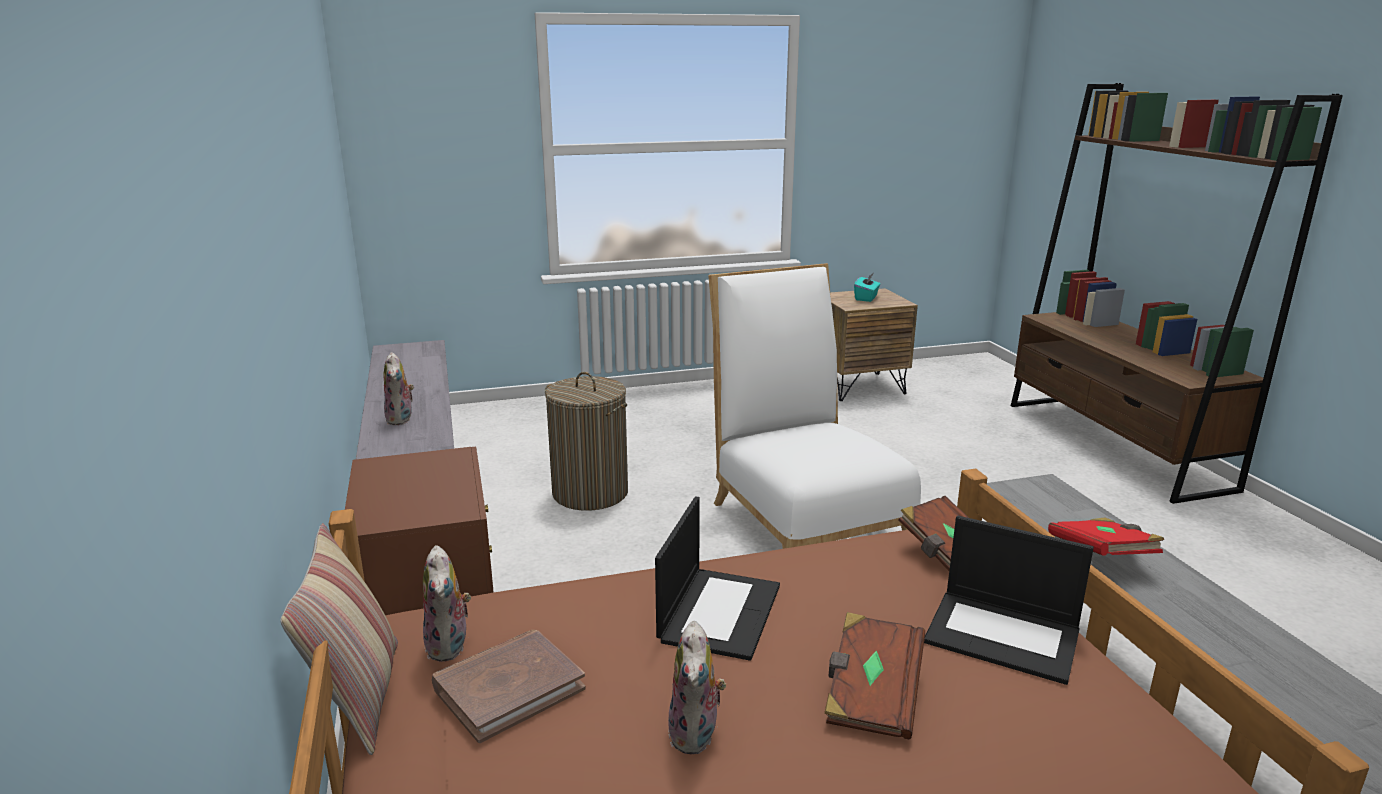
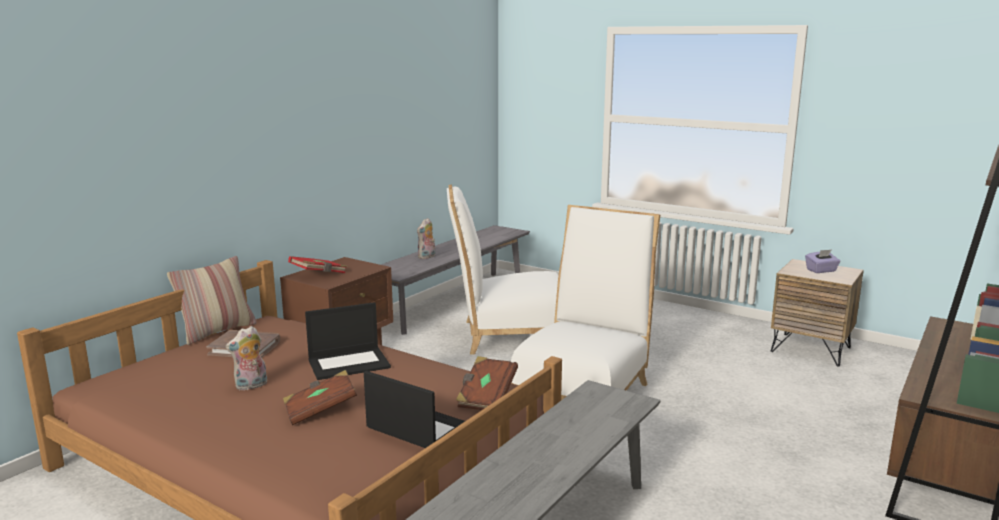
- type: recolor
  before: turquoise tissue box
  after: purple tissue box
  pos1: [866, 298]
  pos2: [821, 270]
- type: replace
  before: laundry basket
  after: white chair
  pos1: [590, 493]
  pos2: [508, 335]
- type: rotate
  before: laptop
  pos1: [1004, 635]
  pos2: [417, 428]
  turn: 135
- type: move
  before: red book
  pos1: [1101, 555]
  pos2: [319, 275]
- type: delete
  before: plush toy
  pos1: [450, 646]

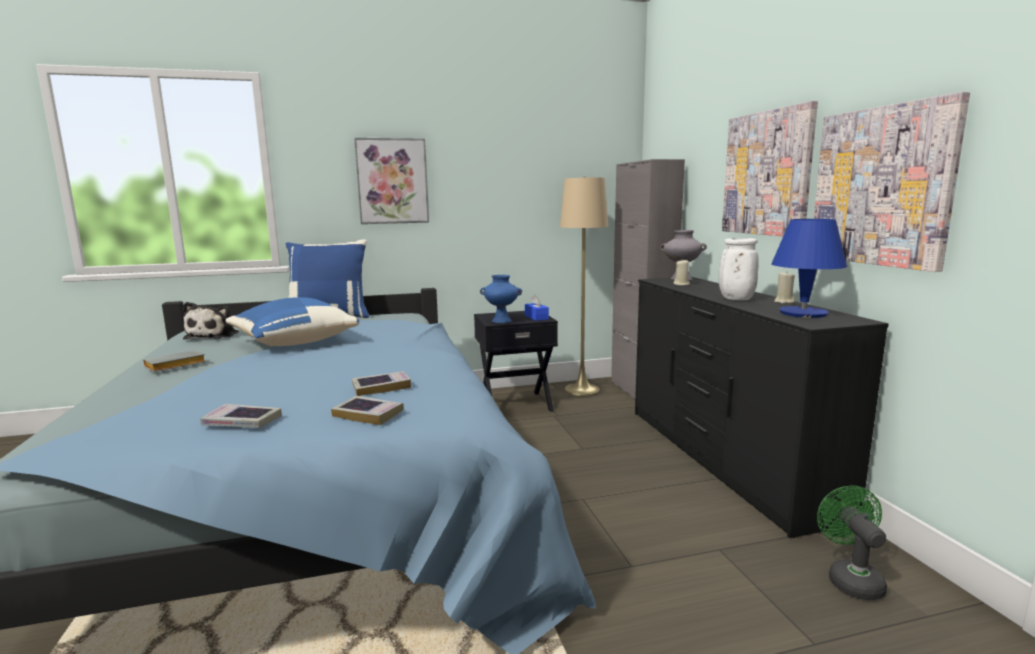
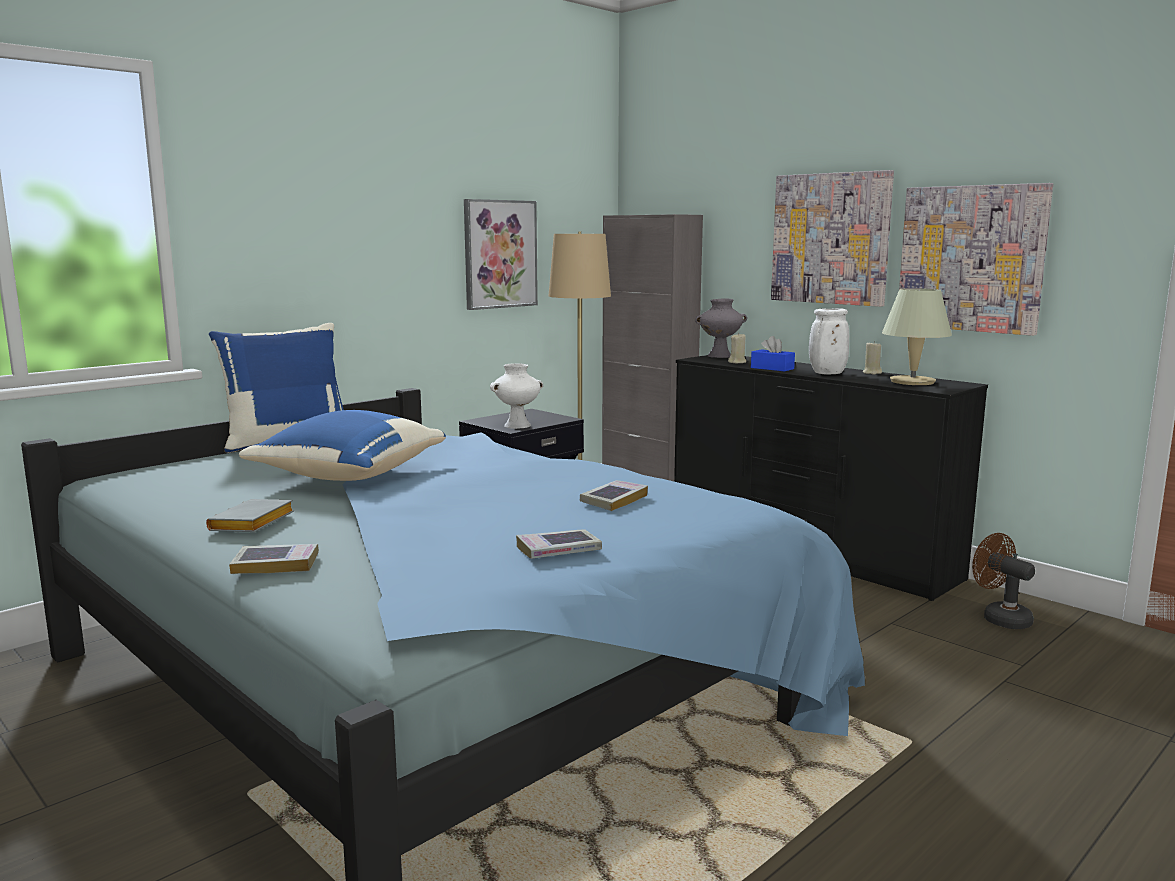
- type: move
  before: picture
  pos1: [392, 181]
  pos2: [499, 254]
- type: recolor
  before: blue table lamp
  after: beige table lamp
  pos1: [803, 313]
  pos2: [912, 381]
- type: recolor
  before: blue vase
  after: white vase
  pos1: [502, 321]
  pos2: [517, 425]
- type: move
  before: blue tissue box
  pos1: [536, 317]
  pos2: [772, 368]
- type: delete
  before: plush toy
  pos1: [214, 335]
- type: move
  before: book
  pos1: [368, 415]
  pos2: [276, 564]
- type: recolor
  before: green fan
  after: brown fan
  pos1: [850, 578]
  pos2: [1000, 618]

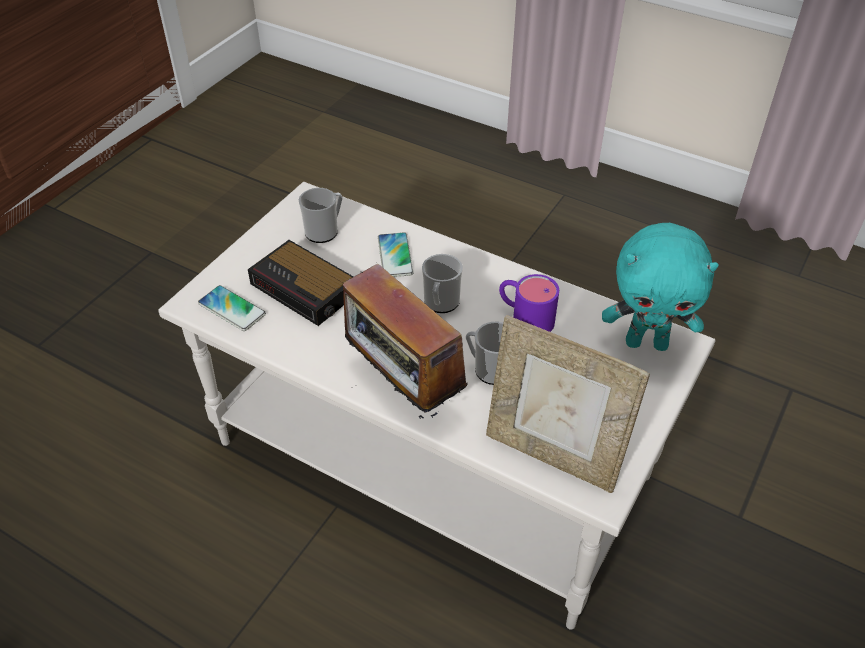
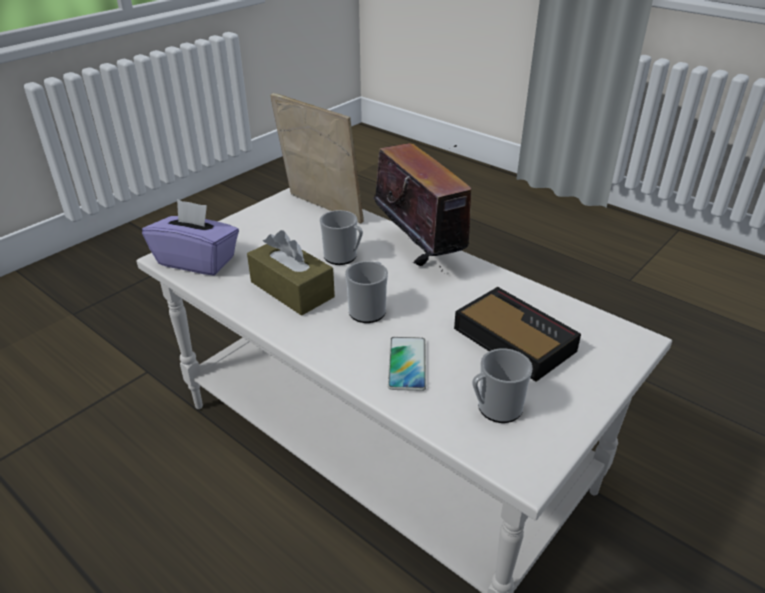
- type: replace
  before: turquoise plush toy
  after: purple tissue box
  pos1: [647, 342]
  pos2: [197, 260]
- type: replace
  before: purple mug
  after: brown tissue box
  pos1: [524, 317]
  pos2: [292, 289]
- type: delete
  before: phone
  pos1: [232, 309]

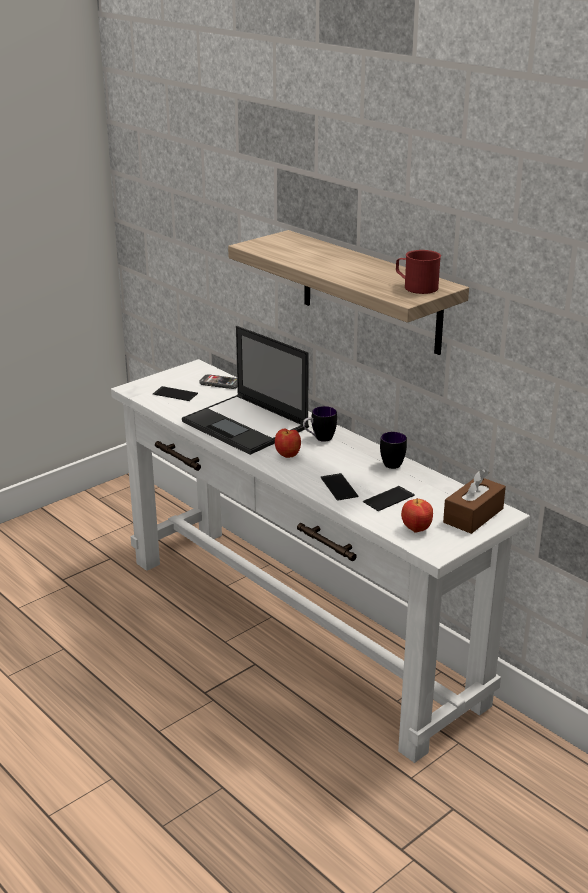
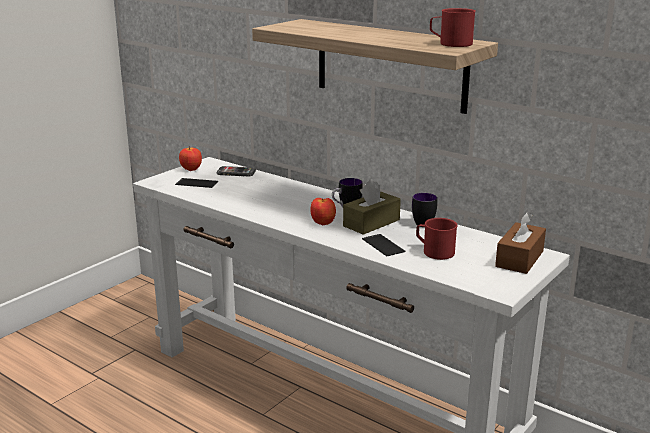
- type: delete
  before: laptop
  pos1: [246, 425]
- type: replace
  before: phone
  after: red mug
  pos1: [388, 499]
  pos2: [434, 251]
- type: move
  before: apple
  pos1: [416, 529]
  pos2: [191, 170]
- type: insert
  after: brown tissue box
  pos2: [371, 223]

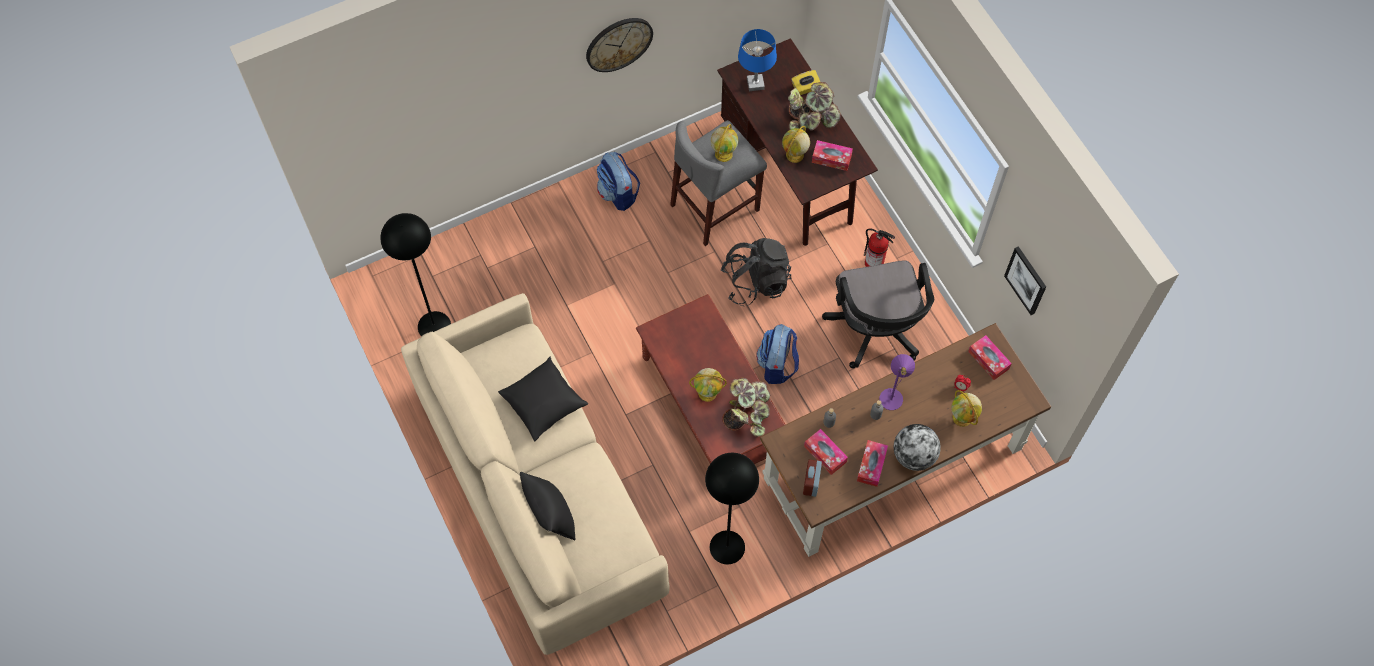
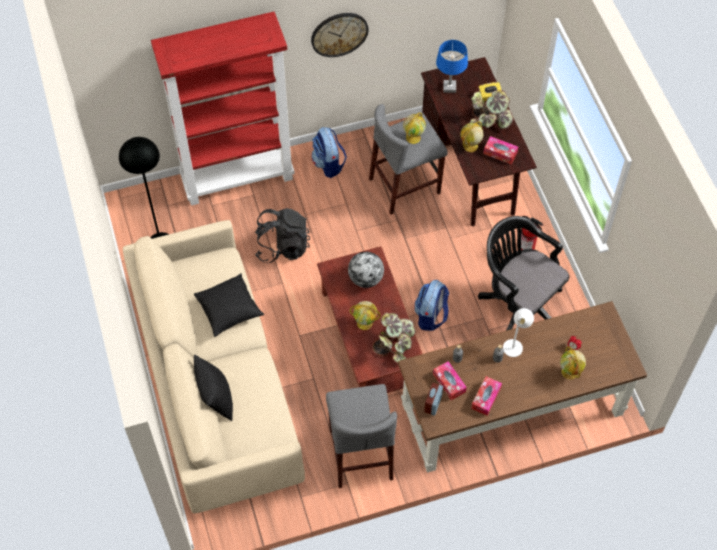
- type: move
  before: black backpack
  pos1: [756, 282]
  pos2: [282, 246]
- type: delete
  before: picture
  pos1: [1026, 280]
- type: rotate
  before: black office chair
  pos1: [876, 332]
  pos2: [518, 302]
  turn: 135
- type: delete
  before: tissue box
  pos1: [988, 360]
- type: recolor
  before: purple table lamp
  after: white table lamp
  pos1: [893, 395]
  pos2: [515, 345]
- type: move
  before: globe
  pos1: [914, 455]
  pos2: [366, 279]
- type: replace
  before: black floor lamp
  after: grey stool
  pos1: [727, 547]
  pos2: [361, 454]
- type: insert
  after: red bookcase
  pos2: [238, 178]

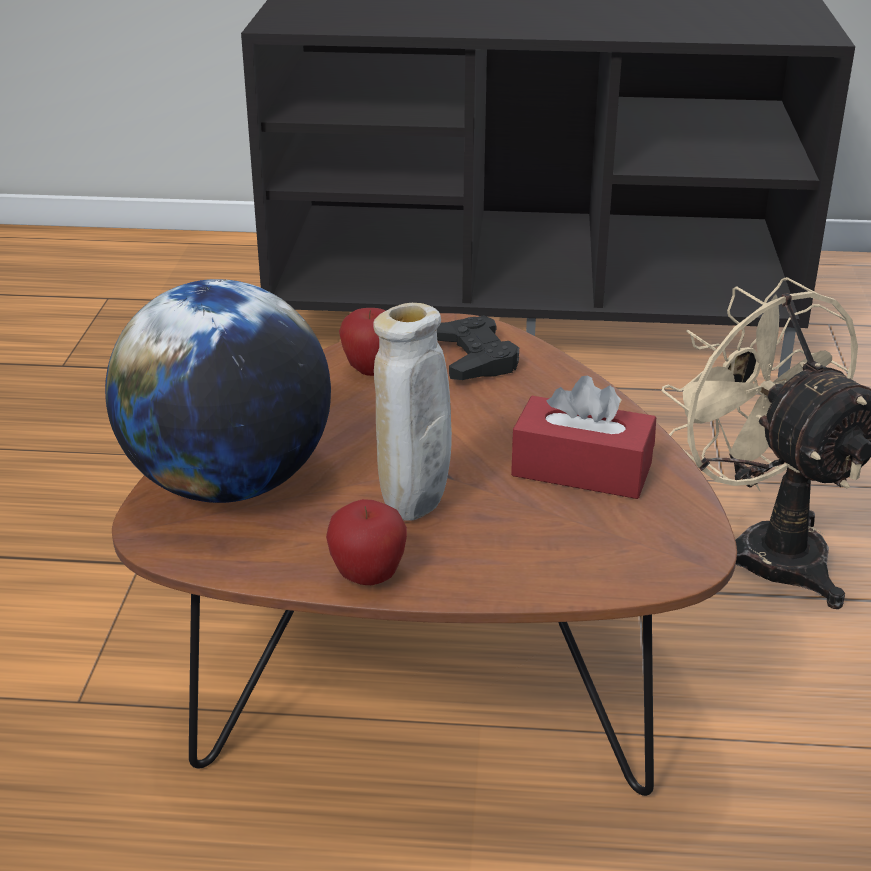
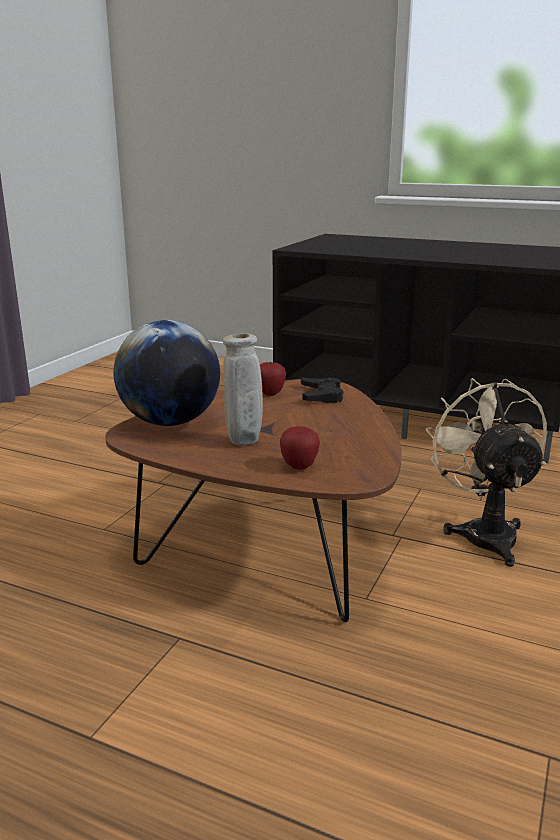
- type: delete
  before: red tissue box
  pos1: [581, 470]
- type: move
  before: apple
  pos1: [368, 577]
  pos2: [299, 467]

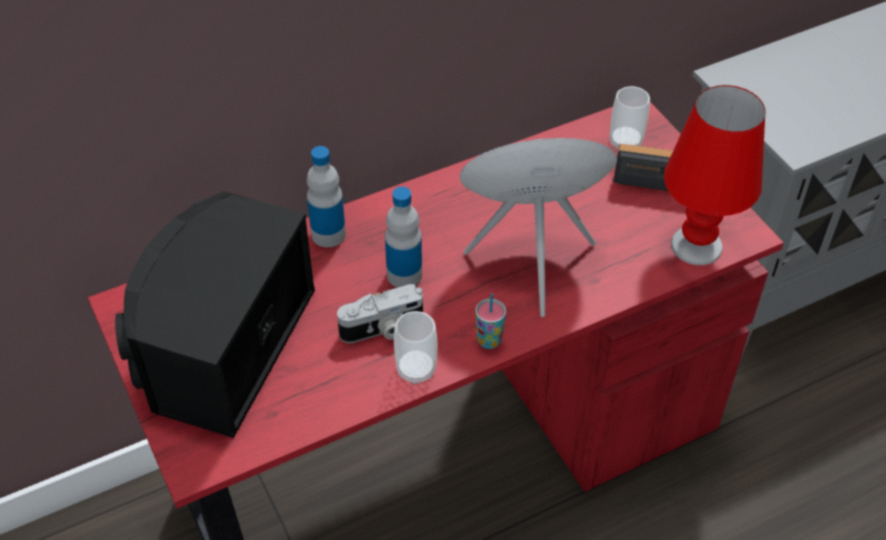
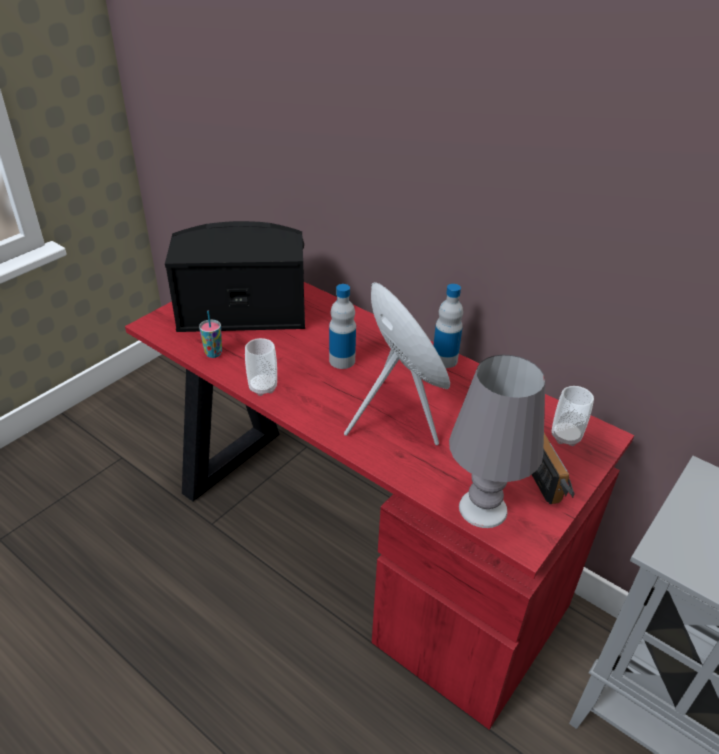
- type: recolor
  before: red table lamp
  after: grey table lamp
  pos1: [697, 246]
  pos2: [482, 509]
- type: move
  before: bottle
  pos1: [328, 234]
  pos2: [444, 360]
- type: delete
  before: photo camera
  pos1: [383, 329]
- type: move
  before: cup
  pos1: [489, 341]
  pos2: [213, 353]

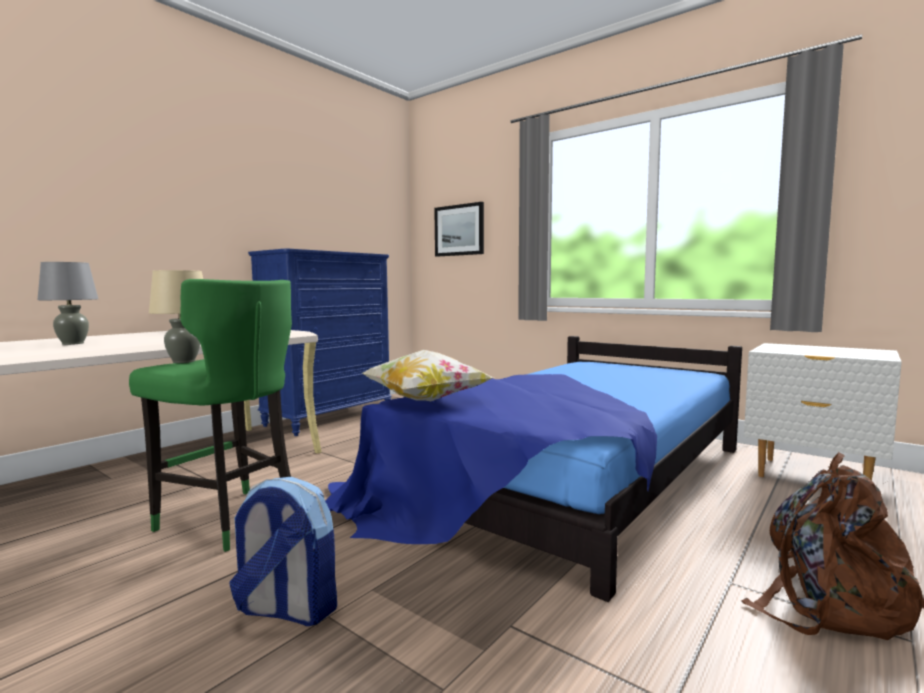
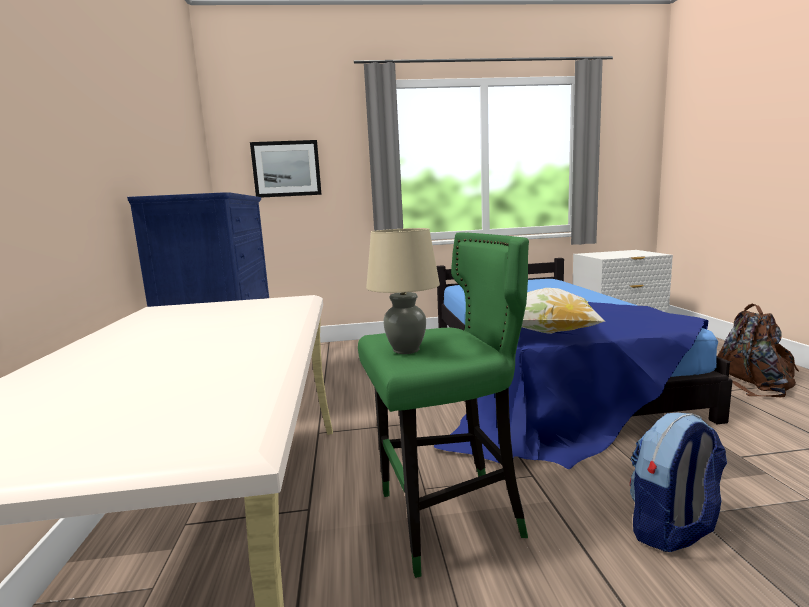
- type: delete
  before: grey table lamp
  pos1: [72, 343]

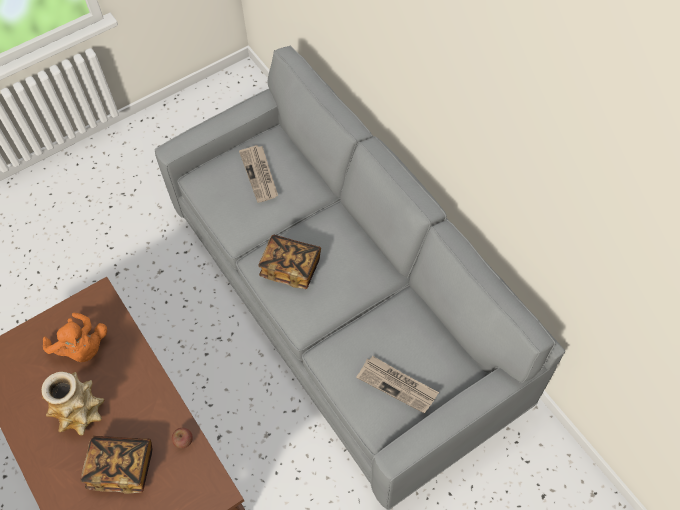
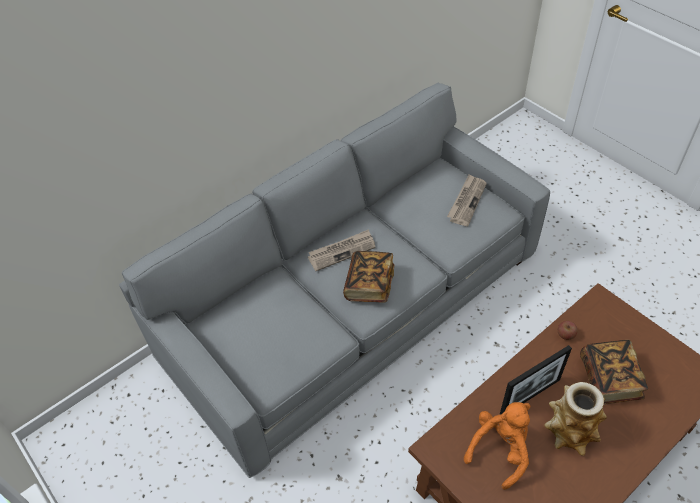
- type: move
  before: newspaper
  pos1: [260, 175]
  pos2: [342, 251]
- type: insert
  after: picture frame
  pos2: [530, 396]

